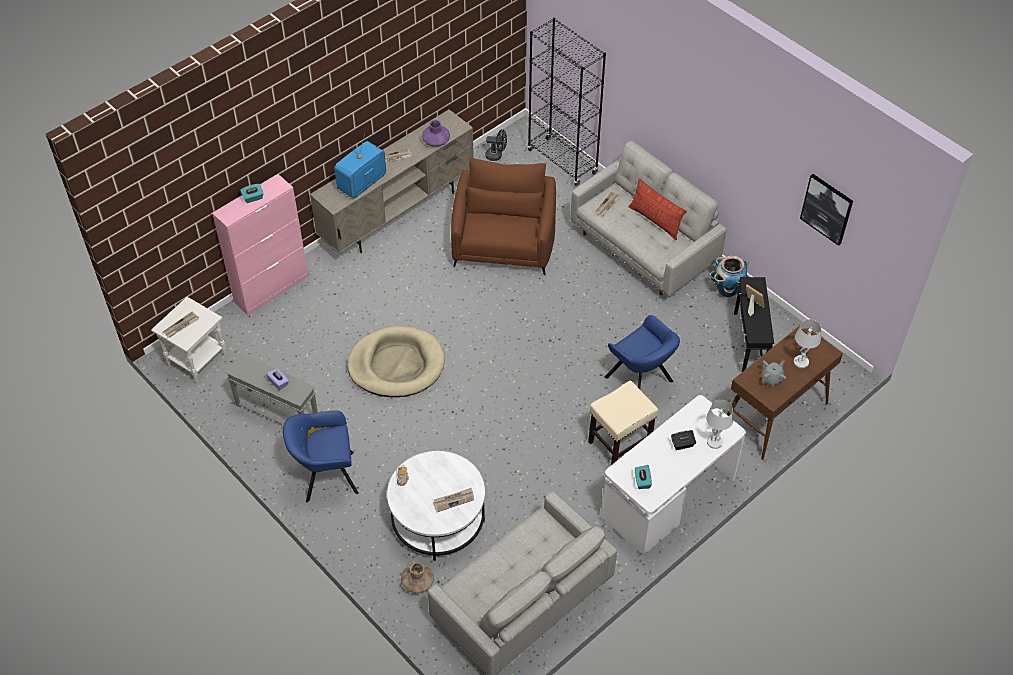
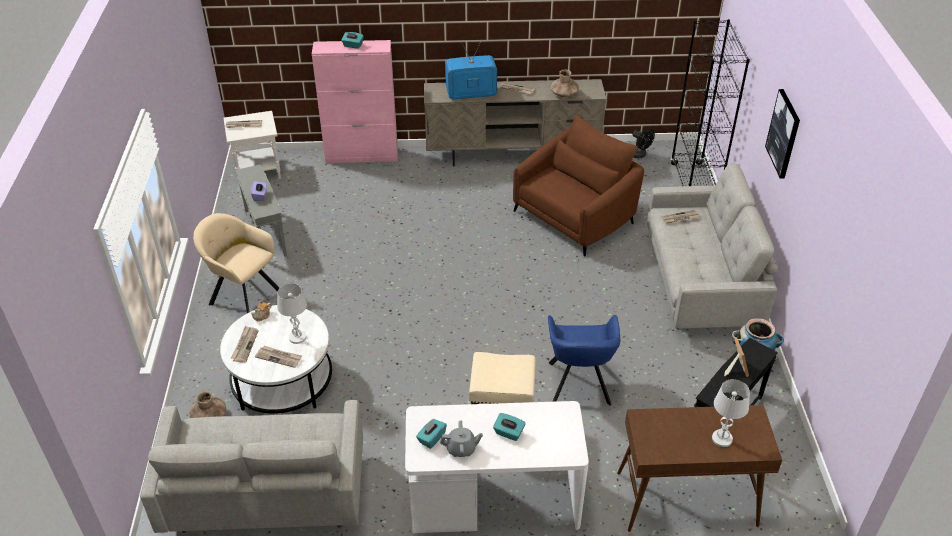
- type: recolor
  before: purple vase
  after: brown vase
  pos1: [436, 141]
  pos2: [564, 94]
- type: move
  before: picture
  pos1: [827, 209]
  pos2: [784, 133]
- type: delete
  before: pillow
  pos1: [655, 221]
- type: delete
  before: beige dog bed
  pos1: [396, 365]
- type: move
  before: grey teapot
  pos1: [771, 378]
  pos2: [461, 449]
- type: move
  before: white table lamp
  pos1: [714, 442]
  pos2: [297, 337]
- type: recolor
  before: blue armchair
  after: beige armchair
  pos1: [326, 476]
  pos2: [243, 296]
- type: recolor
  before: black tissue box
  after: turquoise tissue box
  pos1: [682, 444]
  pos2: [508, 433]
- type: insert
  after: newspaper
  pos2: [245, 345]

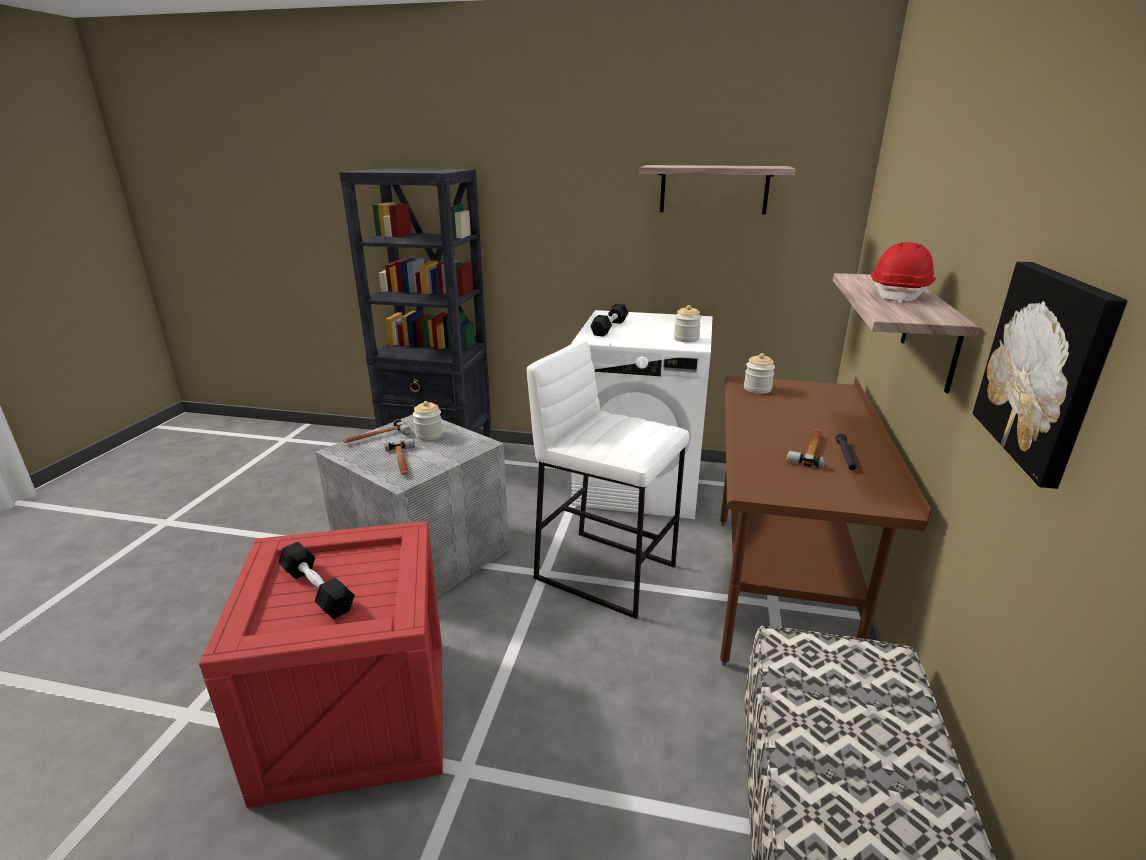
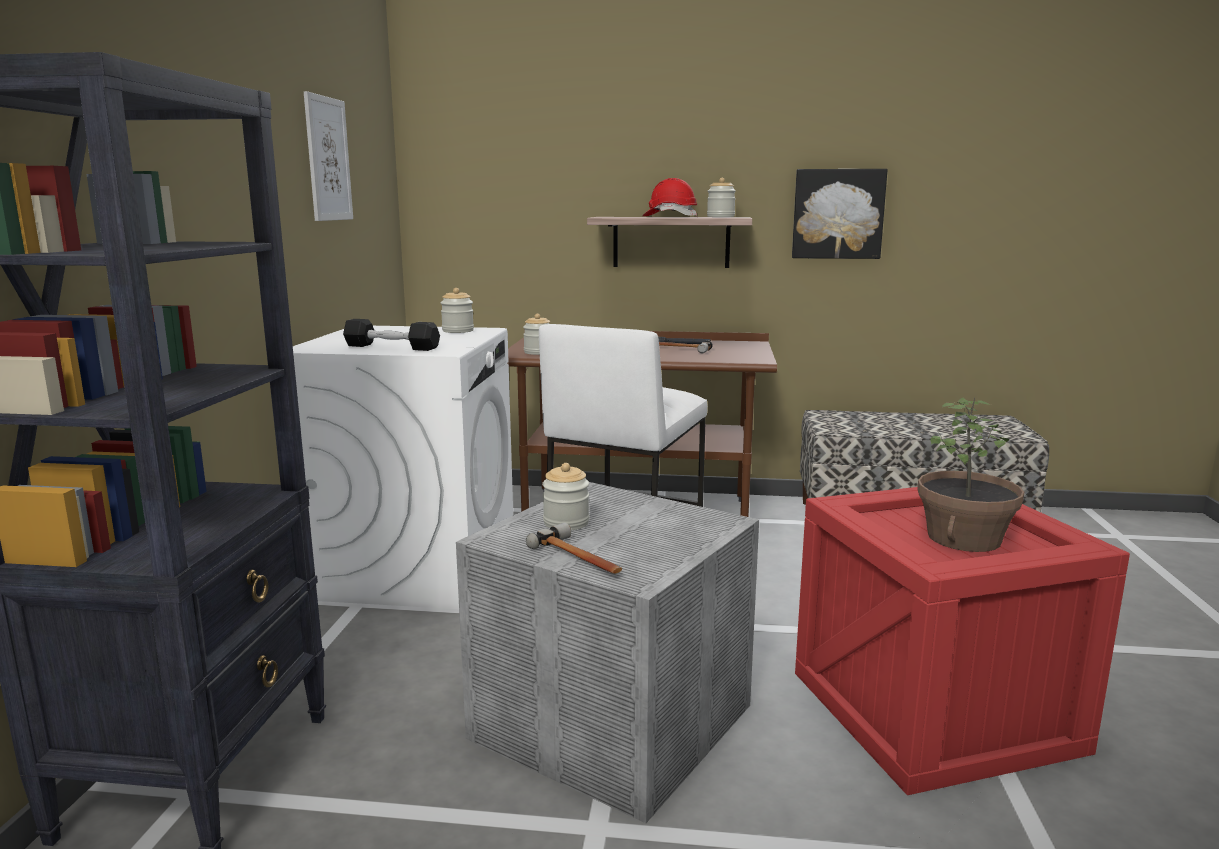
- type: replace
  before: shelf
  after: picture
  pos1: [714, 189]
  pos2: [328, 159]
- type: delete
  before: hammer
  pos1: [403, 461]
- type: replace
  before: black dumbbell
  after: potted plant
  pos1: [317, 590]
  pos2: [965, 538]
- type: insert
  after: jar
  pos2: [720, 217]

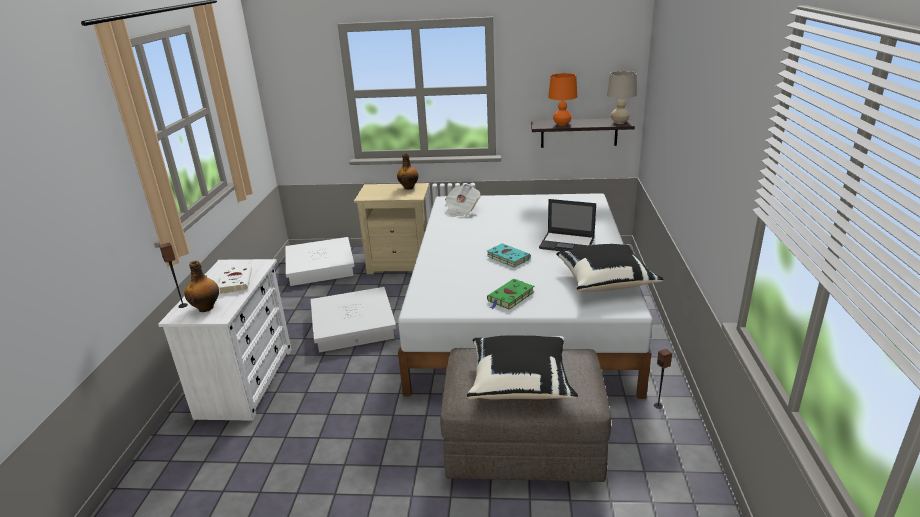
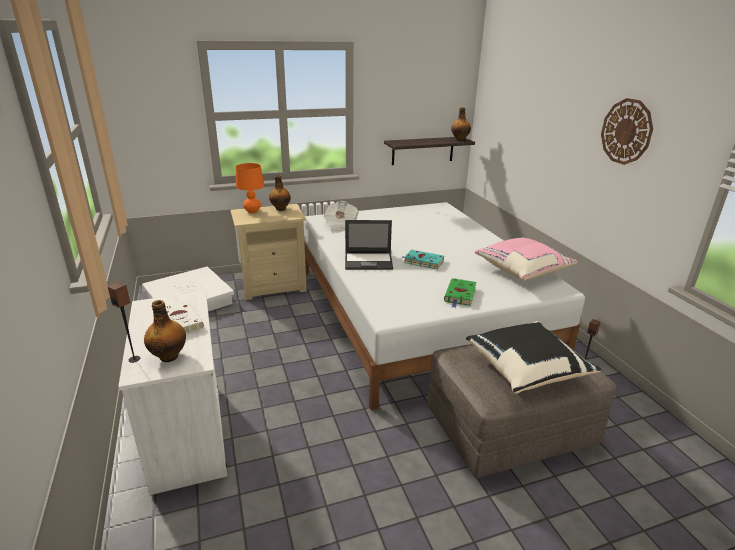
- type: replace
  before: beige table lamp
  after: bottle
  pos1: [619, 122]
  pos2: [460, 139]
- type: move
  before: orange table lamp
  pos1: [562, 124]
  pos2: [252, 211]
- type: move
  before: laptop
  pos1: [567, 243]
  pos2: [369, 261]
- type: recolor
  before: black pillow
  after: pink pillow
  pos1: [605, 281]
  pos2: [521, 271]
- type: delete
  before: white storage box
  pos1: [354, 325]
- type: insert
  after: wall clock
  pos2: [626, 131]

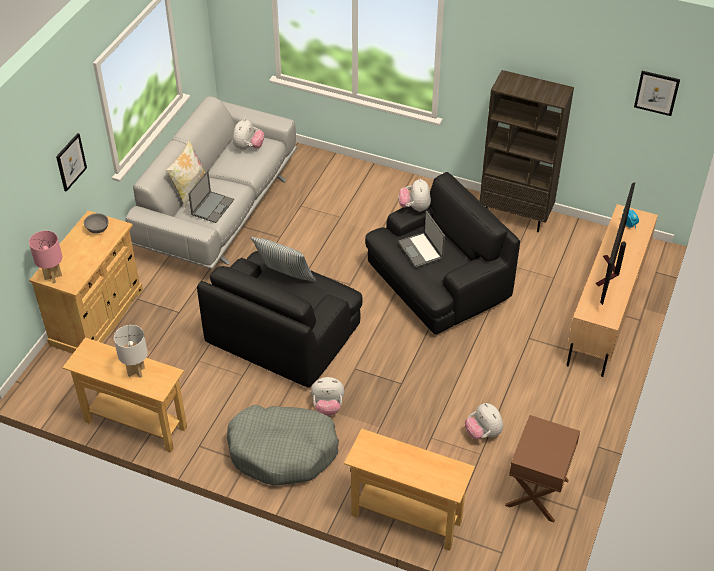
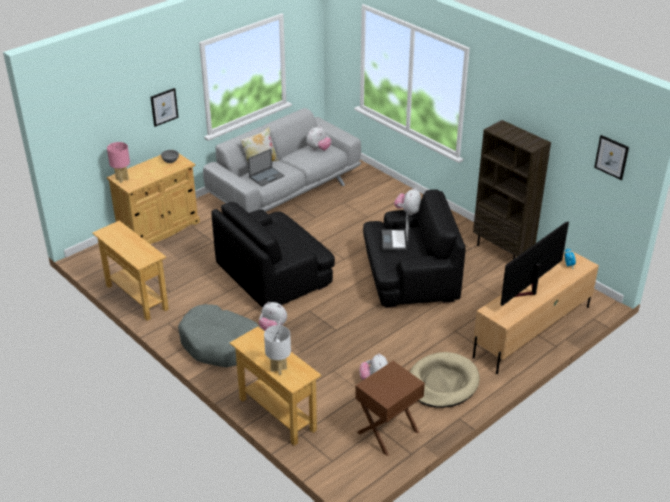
- type: delete
  before: pillow
  pos1: [285, 278]
- type: move
  before: white table lamp
  pos1: [136, 371]
  pos2: [279, 369]
- type: insert
  after: beige dog bed
  pos2: [442, 383]

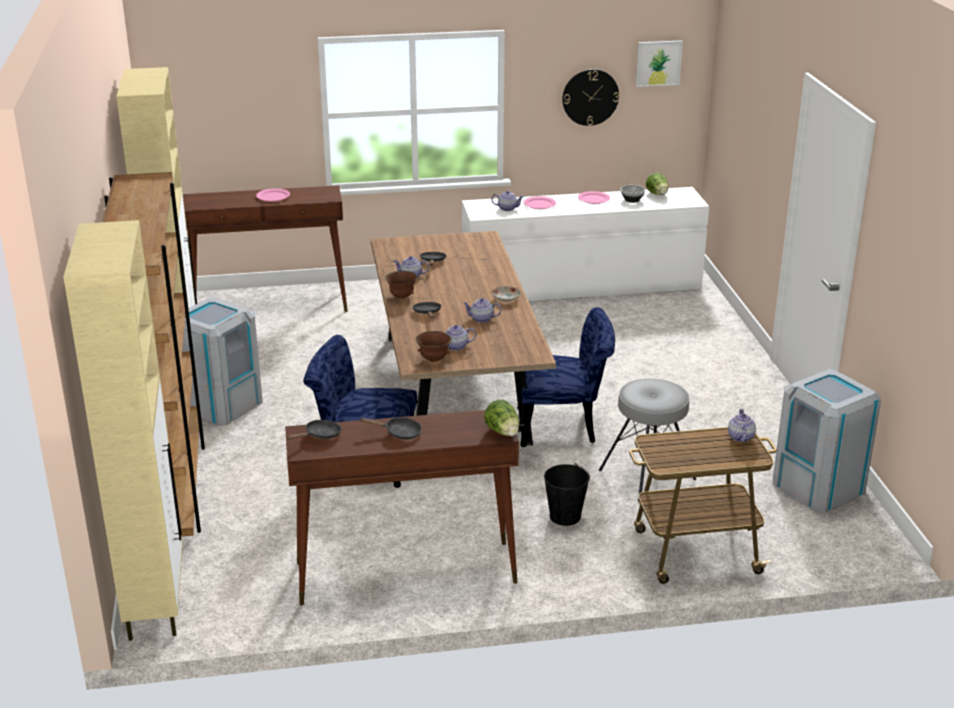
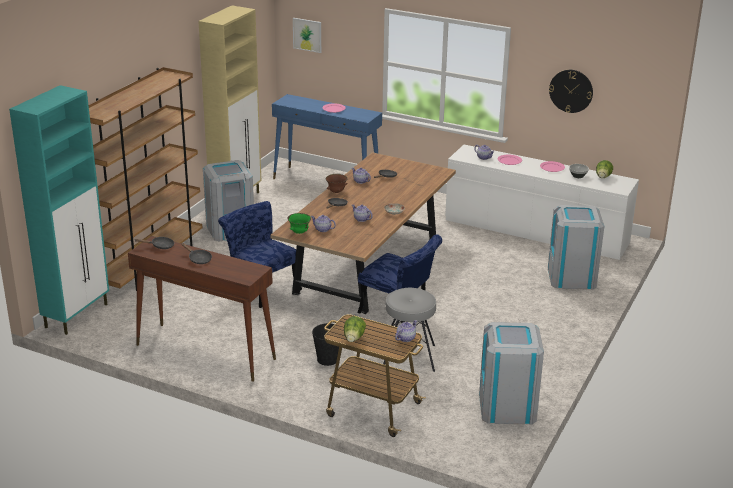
- type: move
  before: picture
  pos1: [658, 63]
  pos2: [307, 35]
- type: recolor
  before: brown console table
  after: blue console table
  pos1: [270, 306]
  pos2: [327, 183]
- type: recolor
  before: beige cabinet
  after: turquoise cabinet
  pos1: [156, 601]
  pos2: [77, 315]
- type: recolor
  before: brown bowl
  after: green bowl
  pos1: [433, 360]
  pos2: [299, 232]
- type: move
  before: lettuce
  pos1: [503, 432]
  pos2: [353, 338]
- type: insert
  after: grey trash can
  pos2: [572, 277]

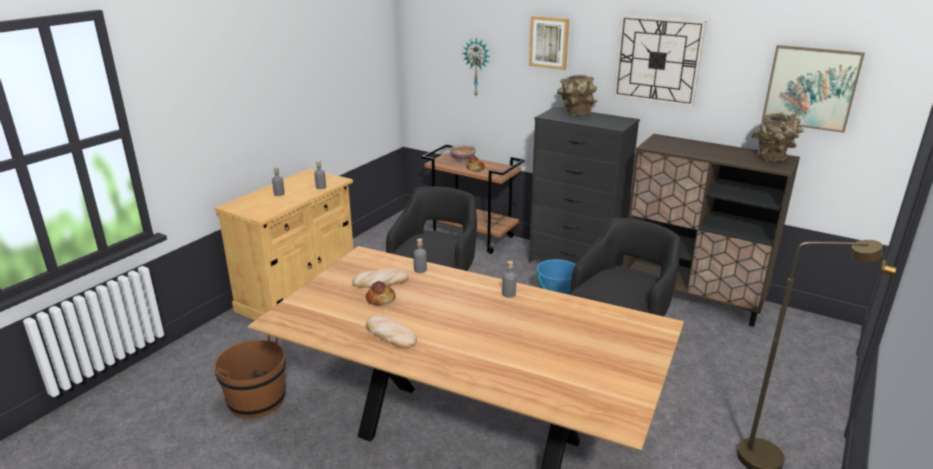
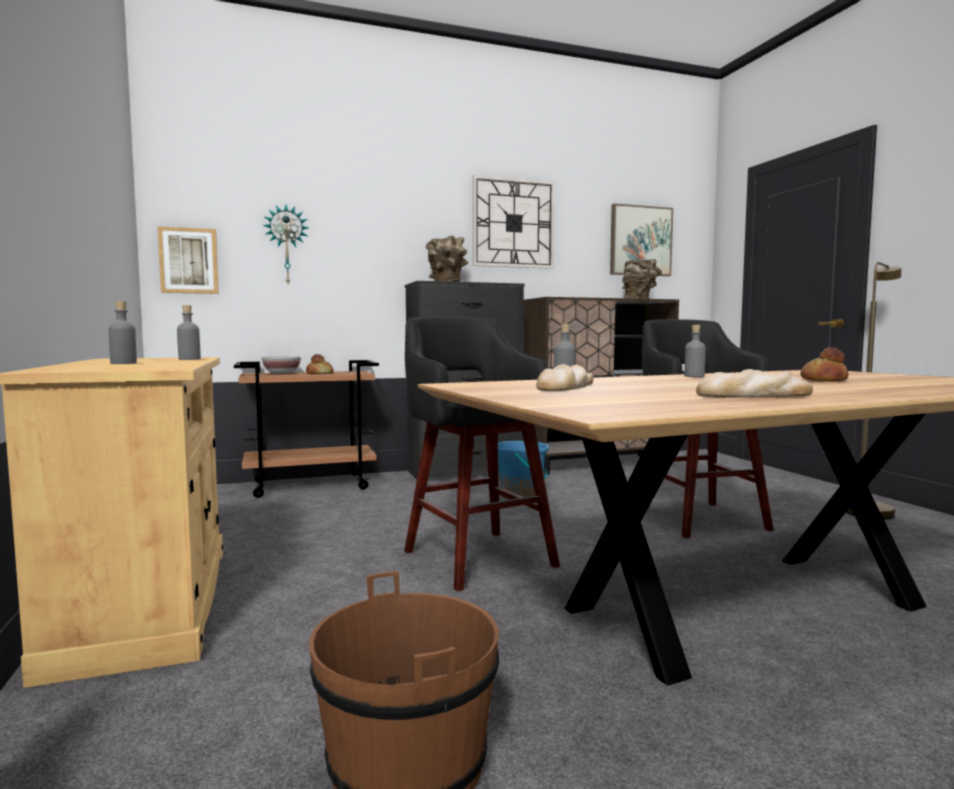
- type: move
  before: picture
  pos1: [549, 42]
  pos2: [189, 261]
- type: move
  before: bread
  pos1: [380, 299]
  pos2: [823, 380]

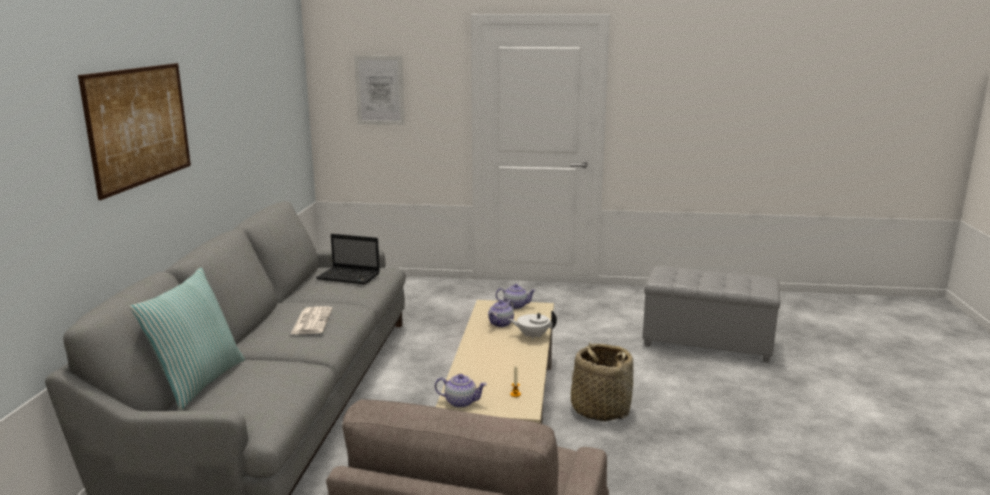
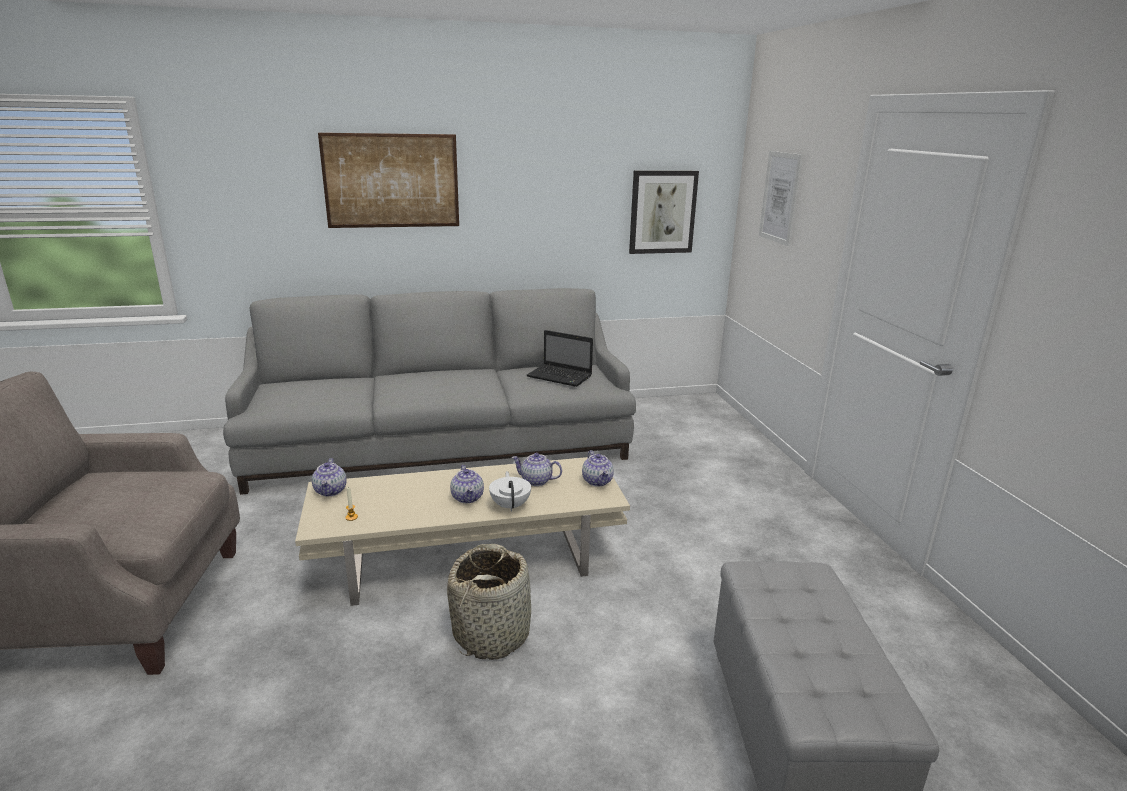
- type: rotate
  before: laptop
  pos1: [350, 276]
  pos2: [561, 376]
  turn: -60
- type: delete
  before: pillow
  pos1: [197, 382]
- type: delete
  before: newspaper
  pos1: [311, 321]
- type: insert
  after: picture
  pos2: [662, 212]
- type: insert
  after: teapot
  pos2: [468, 498]

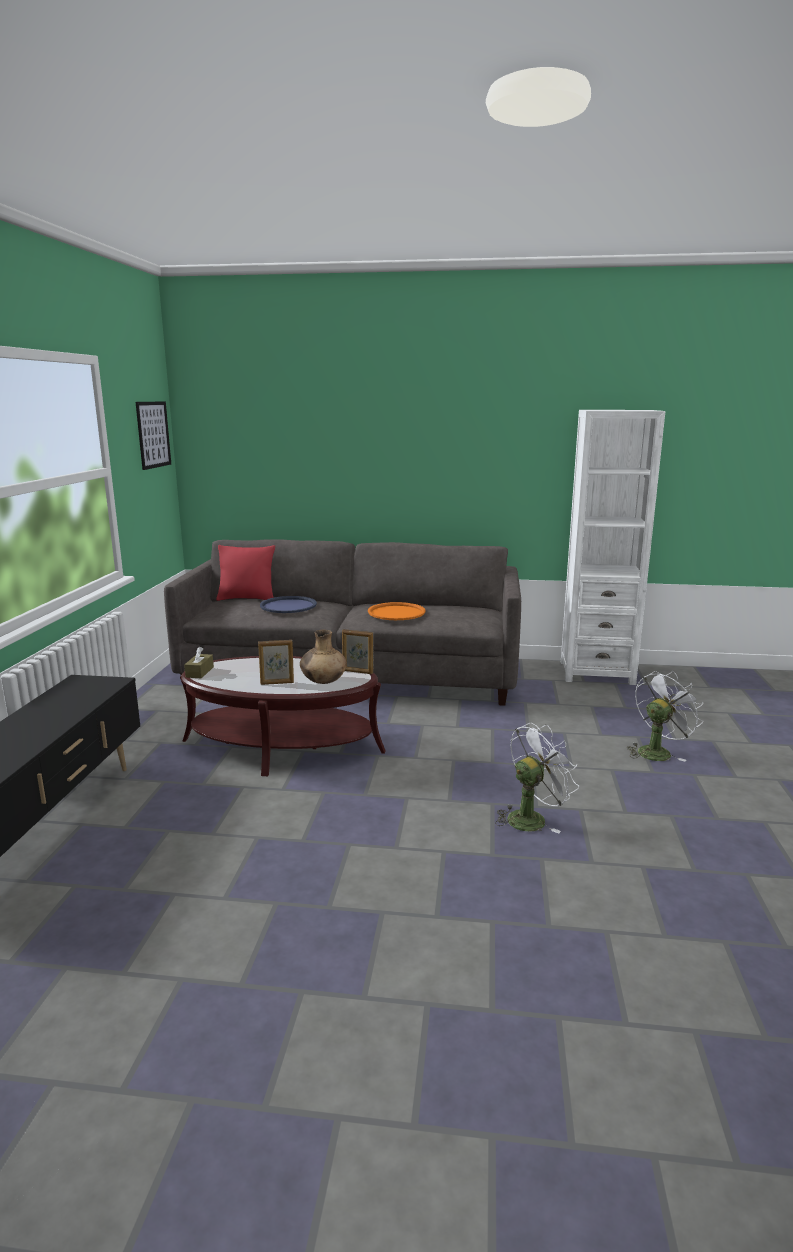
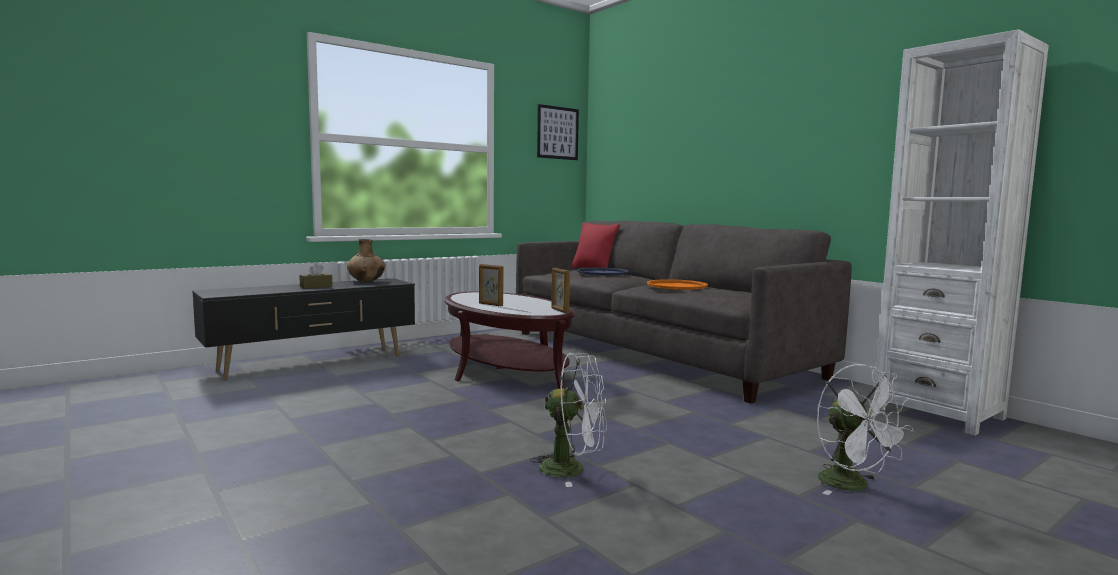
- type: move
  before: brown vase
  pos1: [323, 682]
  pos2: [366, 281]
- type: move
  before: brown tissue box
  pos1: [199, 672]
  pos2: [316, 286]
- type: rotate
  before: white fan
  pos1: [657, 751]
  pos2: [853, 486]
  turn: 60

